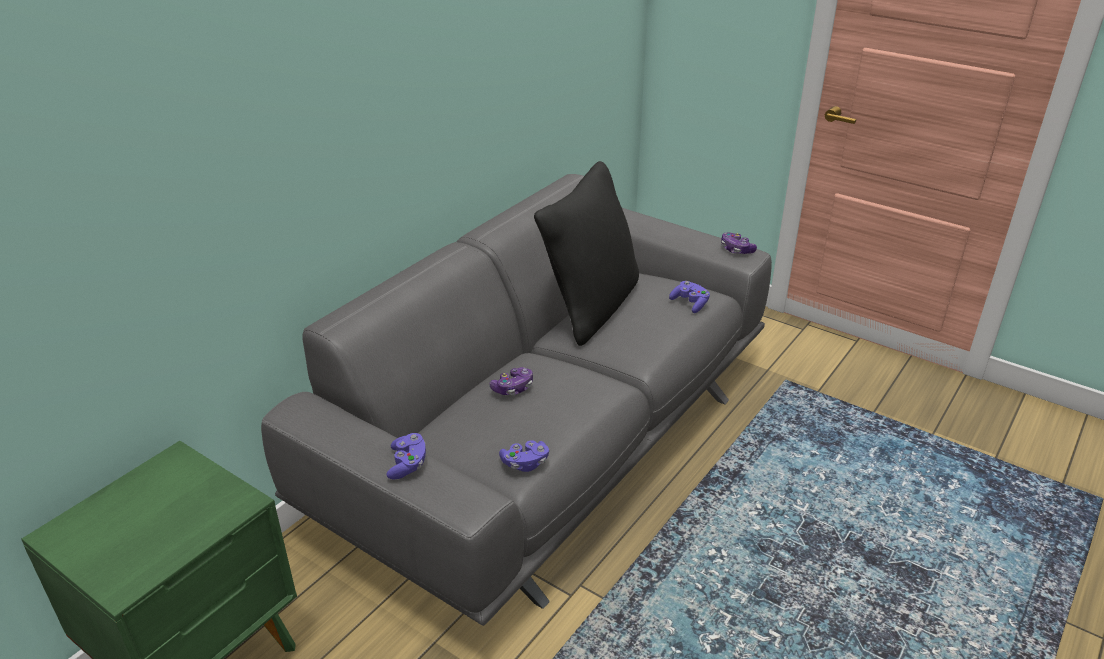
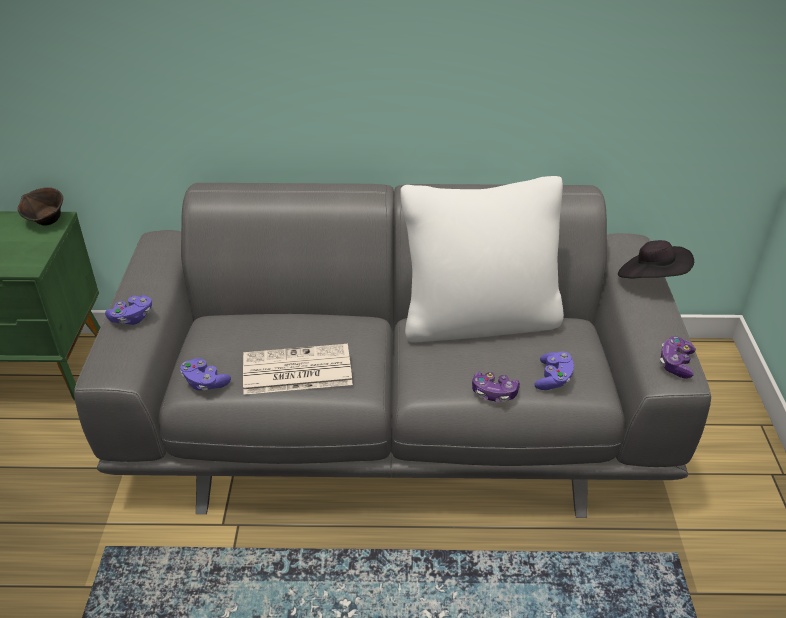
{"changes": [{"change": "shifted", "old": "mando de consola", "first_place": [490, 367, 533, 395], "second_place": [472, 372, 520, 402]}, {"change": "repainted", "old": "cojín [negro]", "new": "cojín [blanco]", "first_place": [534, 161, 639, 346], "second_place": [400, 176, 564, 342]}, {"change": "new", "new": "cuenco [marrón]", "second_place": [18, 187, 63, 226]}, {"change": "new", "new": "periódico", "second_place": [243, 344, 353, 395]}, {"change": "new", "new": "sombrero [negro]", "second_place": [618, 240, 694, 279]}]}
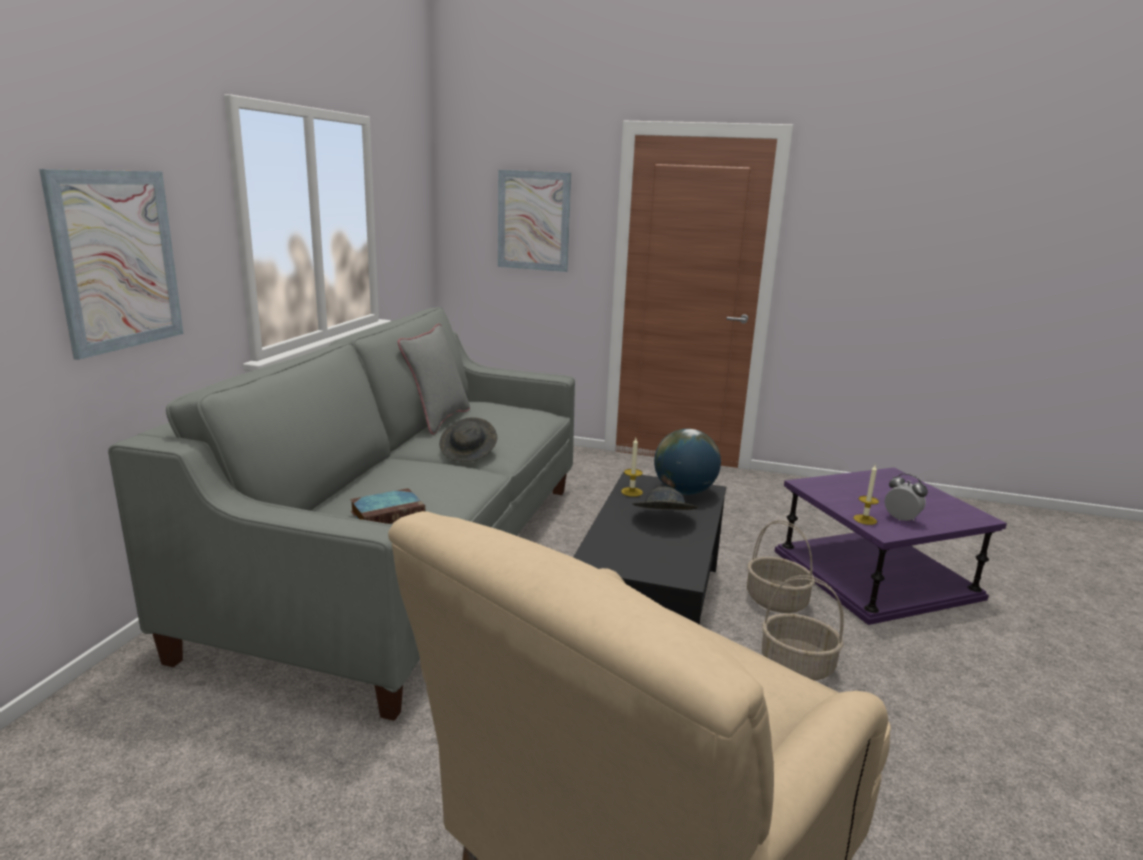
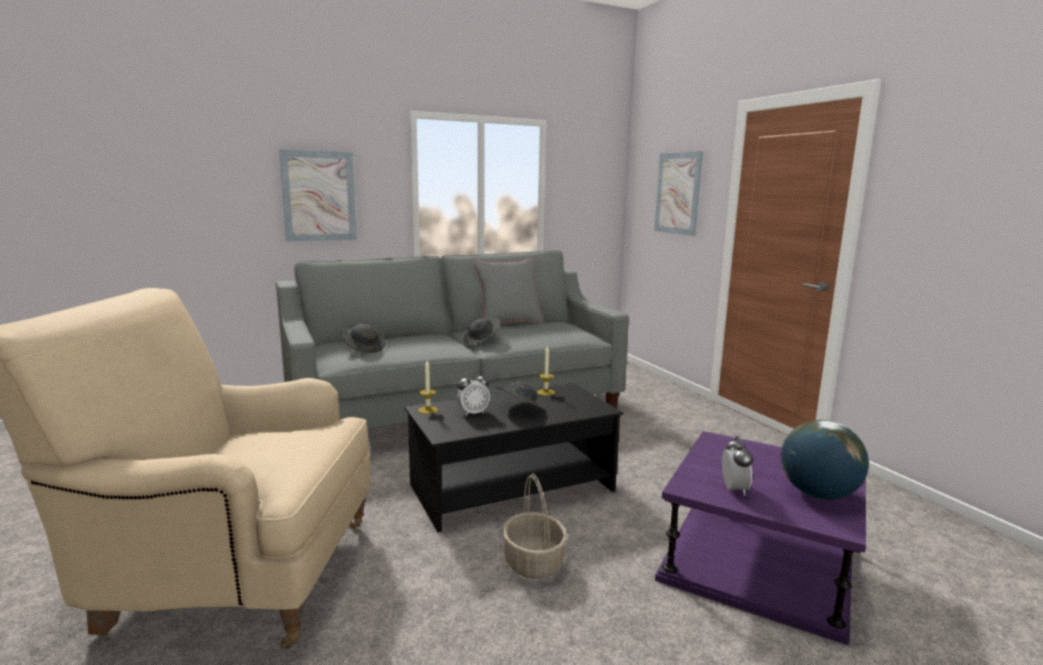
{"changes": [{"change": "swapped", "old": "libro", "new": "sombrero [gris]", "first_place": [350, 488, 425, 524], "second_place": [341, 323, 386, 353]}, {"change": "shifted", "old": "globo terráqueo", "first_place": [654, 429, 721, 495], "second_place": [781, 420, 869, 500]}, {"change": "gone", "old": "cesta", "first_place": [747, 520, 815, 613]}, {"change": "shifted", "old": "vela", "first_place": [853, 465, 879, 525], "second_place": [418, 361, 438, 414]}, {"change": "new", "new": "despertador", "second_place": [456, 371, 490, 416]}]}
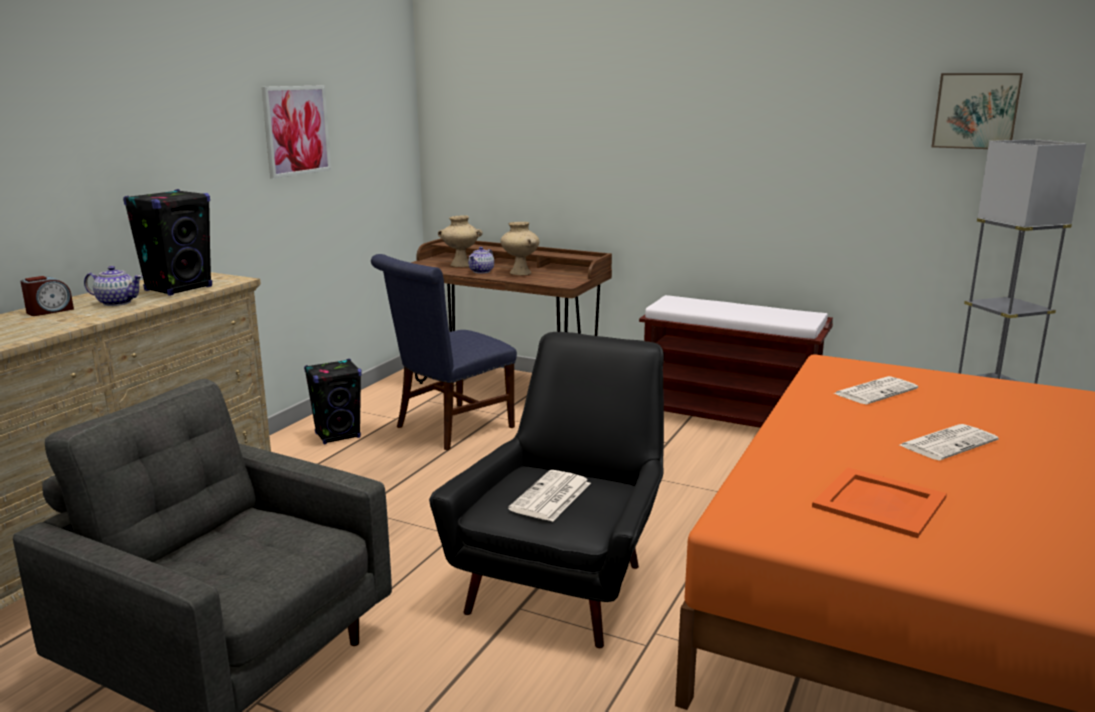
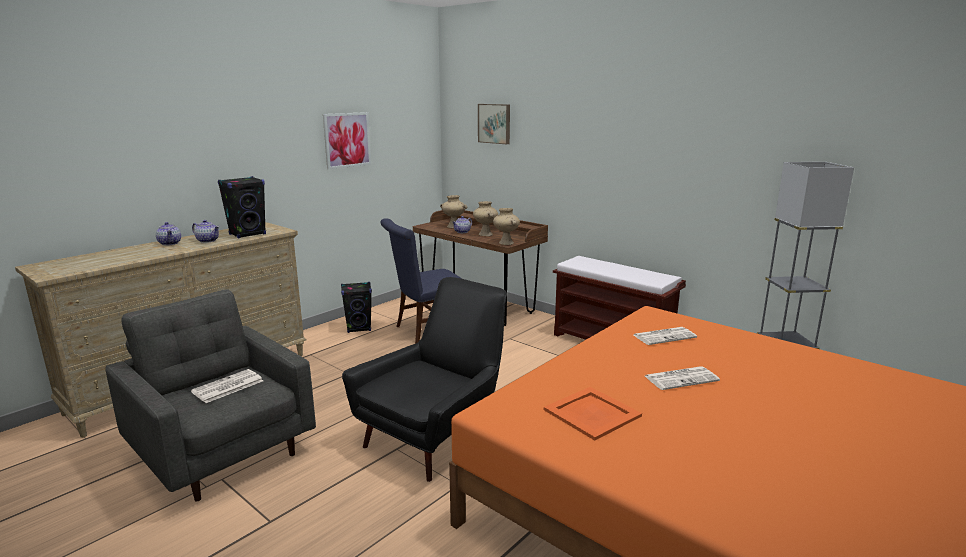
{"changes": [{"change": "swapped", "old": "despertador", "new": "tetera", "first_place": [20, 276, 74, 316], "second_place": [156, 222, 181, 245]}, {"change": "shifted", "old": "periódico", "first_place": [508, 470, 591, 522], "second_place": [191, 369, 263, 403]}, {"change": "shifted", "old": "cuadro", "first_place": [932, 73, 1023, 149], "second_place": [478, 104, 510, 144]}, {"change": "new", "new": "florero [beis]", "second_place": [493, 208, 520, 245]}]}
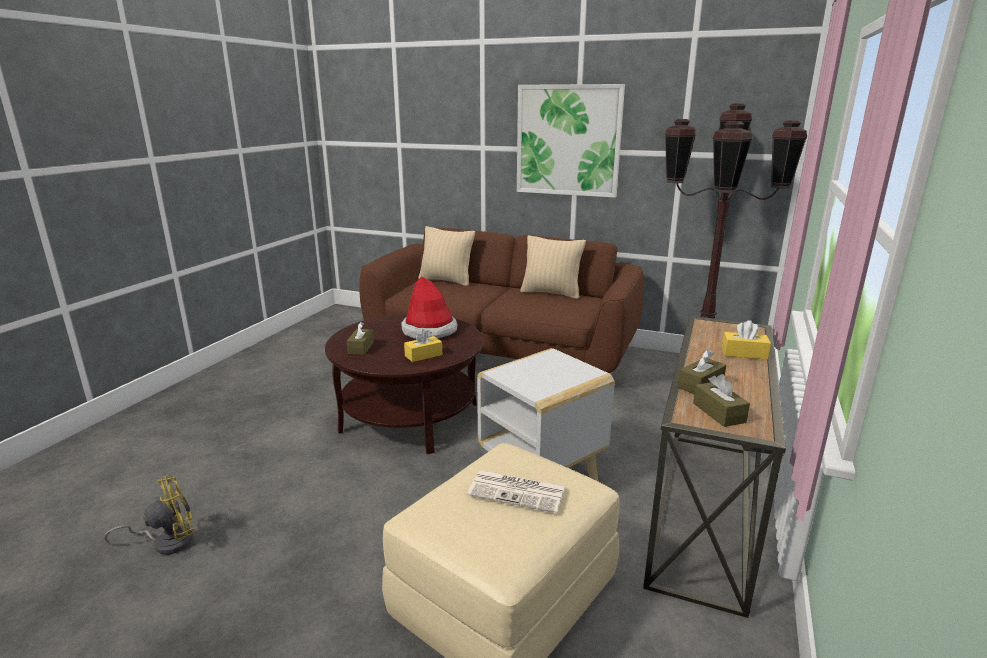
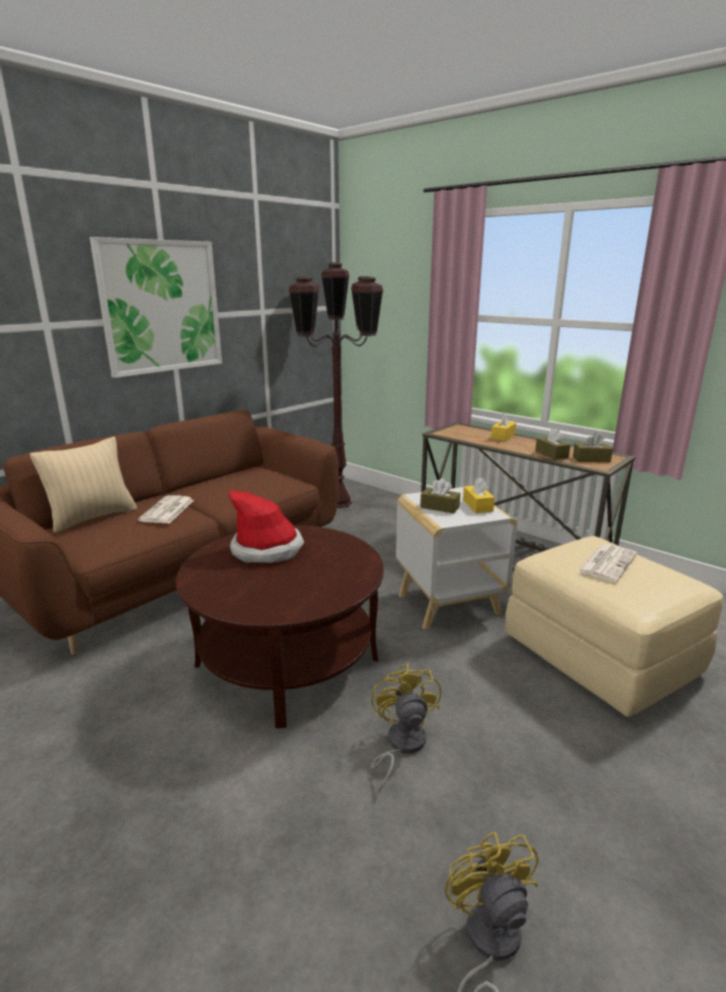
{"changes": [{"change": "shifted", "old": "caja de pañuelos [marrón]", "first_place": [347, 322, 374, 355], "second_place": [420, 478, 460, 514]}, {"change": "shifted", "old": "caja de pañuelos [amarillo]", "first_place": [404, 329, 442, 362], "second_place": [463, 478, 495, 513]}, {"change": "gone", "old": "cojín [beis]", "first_place": [520, 235, 586, 299]}, {"change": "new", "new": "periódico", "second_place": [138, 495, 194, 524]}, {"change": "new", "new": "ventilador [amarillo]", "second_place": [371, 664, 441, 792]}]}
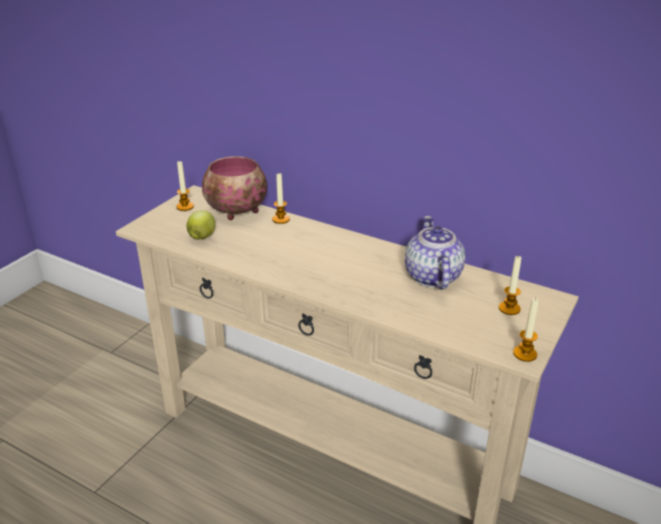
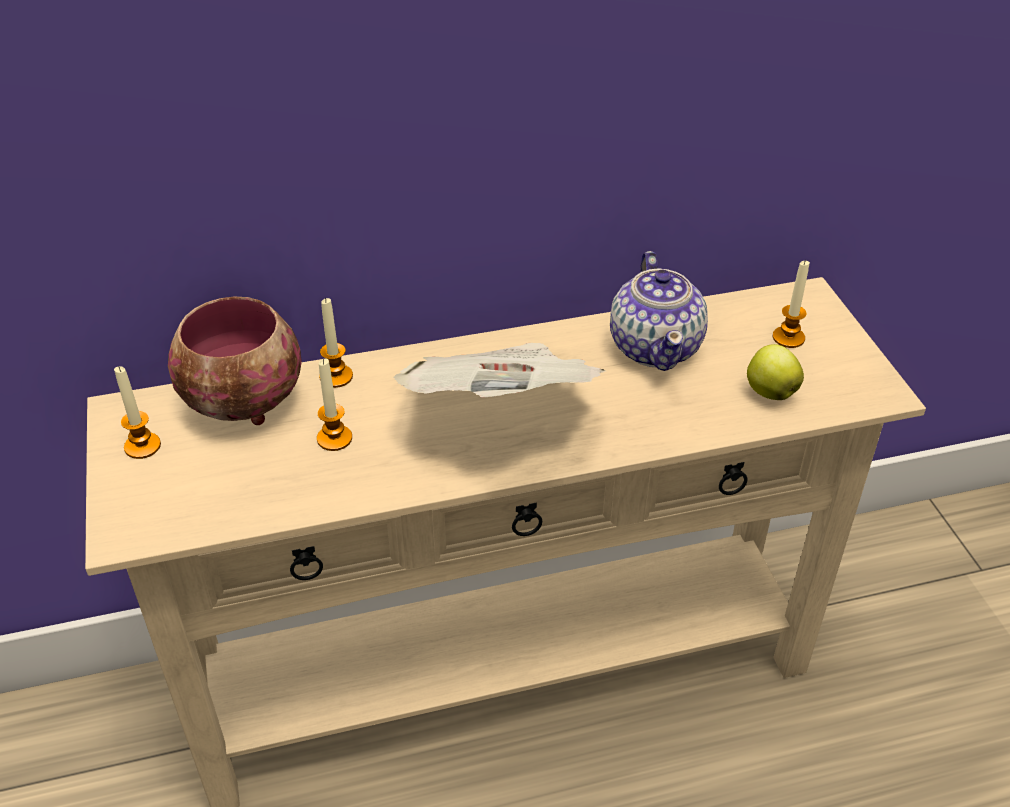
{"changes": [{"change": "shifted", "old": "manzana", "first_place": [187, 211, 215, 240], "second_place": [747, 344, 804, 400]}, {"change": "rotated", "old": "tetera", "first_place": [405, 216, 465, 290], "second_place": [610, 251, 708, 371], "degrees": -135}, {"change": "shifted", "old": "vela", "first_place": [513, 298, 539, 362], "second_place": [317, 359, 352, 451]}, {"change": "new", "new": "periódico", "second_place": [394, 343, 606, 398]}]}
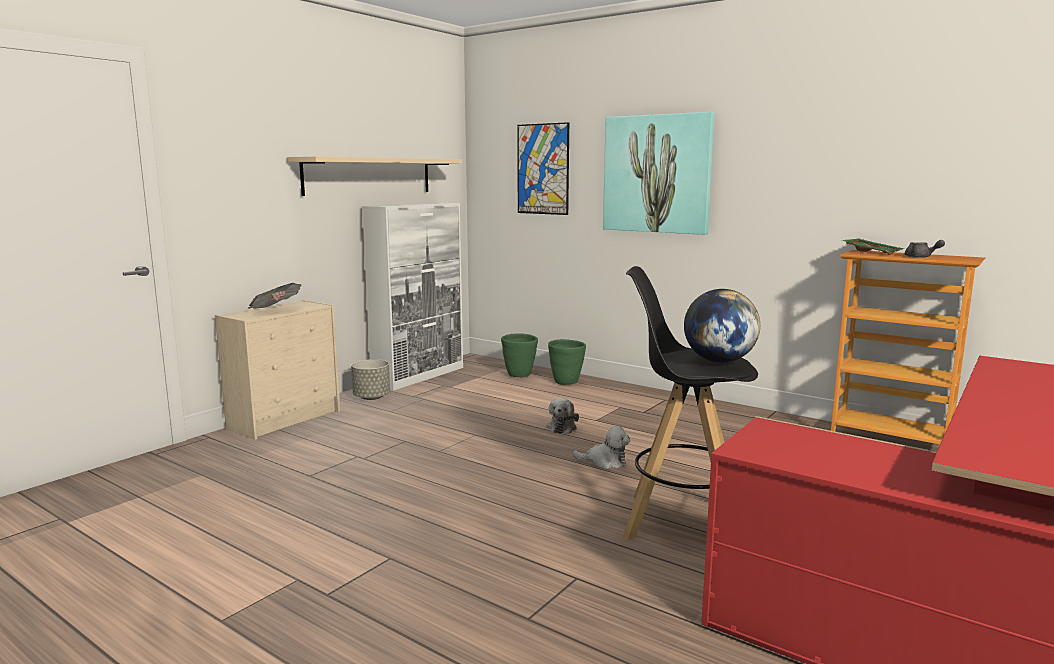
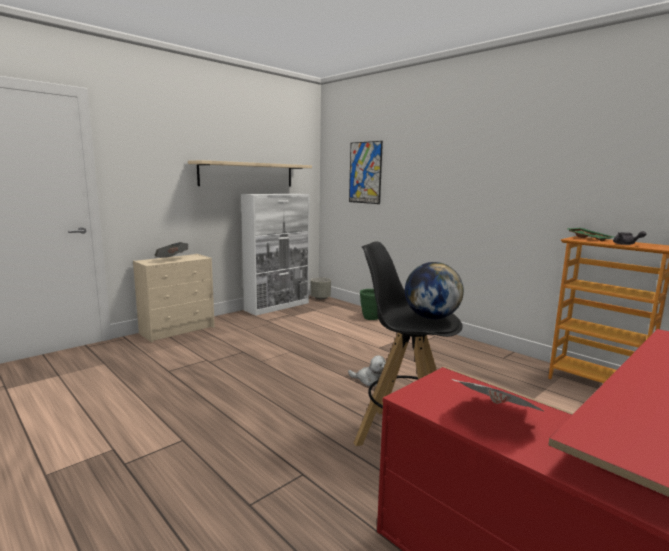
{"changes": [{"change": "shifted", "old": "maceta [gris]", "first_place": [351, 359, 390, 400], "second_place": [311, 277, 331, 299]}, {"change": "gone", "old": "maceta [verde]", "first_place": [501, 333, 538, 377]}, {"change": "gone", "old": "peluche", "first_place": [546, 398, 579, 434]}, {"change": "gone", "old": "cuadro", "first_place": [603, 112, 715, 235]}, {"change": "new", "new": "periódico", "second_place": [452, 379, 543, 411]}]}
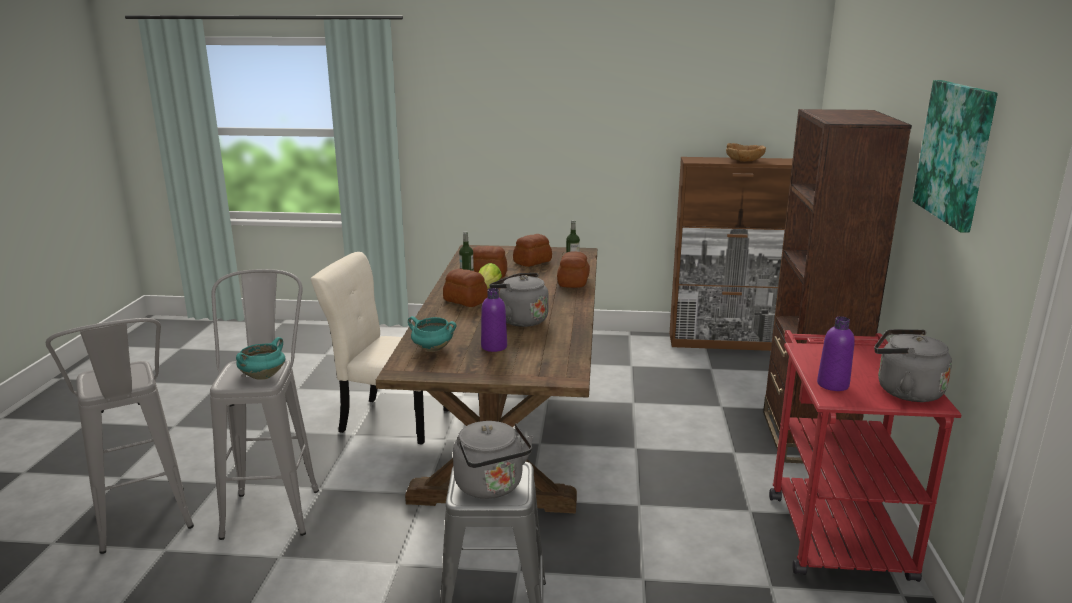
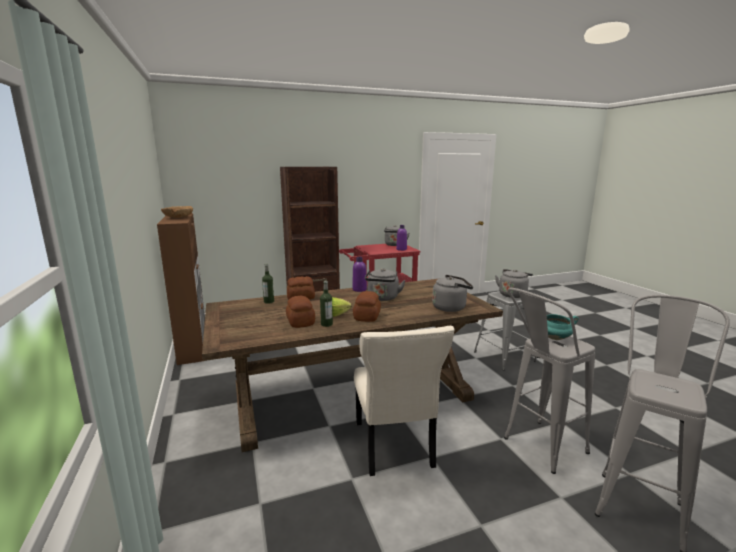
{"changes": [{"change": "swapped", "old": "olla [turquesa]", "new": "hervidor [gris]", "first_place": [408, 316, 456, 352], "second_place": [432, 275, 473, 312]}, {"change": "shifted", "old": "botella [morado]", "first_place": [481, 288, 507, 352], "second_place": [352, 257, 367, 292]}, {"change": "gone", "old": "pan", "first_place": [513, 234, 552, 267]}, {"change": "gone", "old": "cuadro", "first_place": [913, 80, 998, 233]}]}
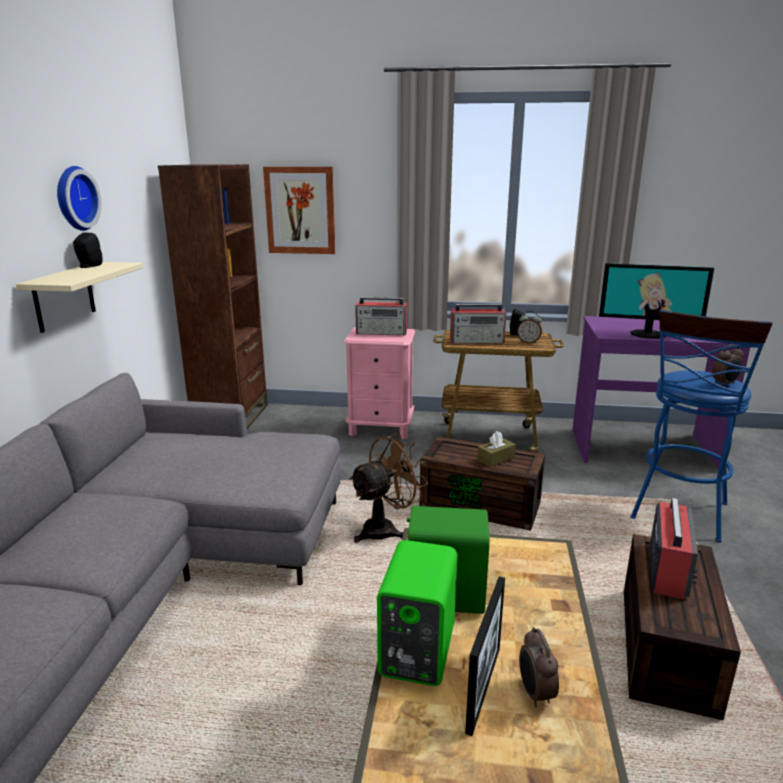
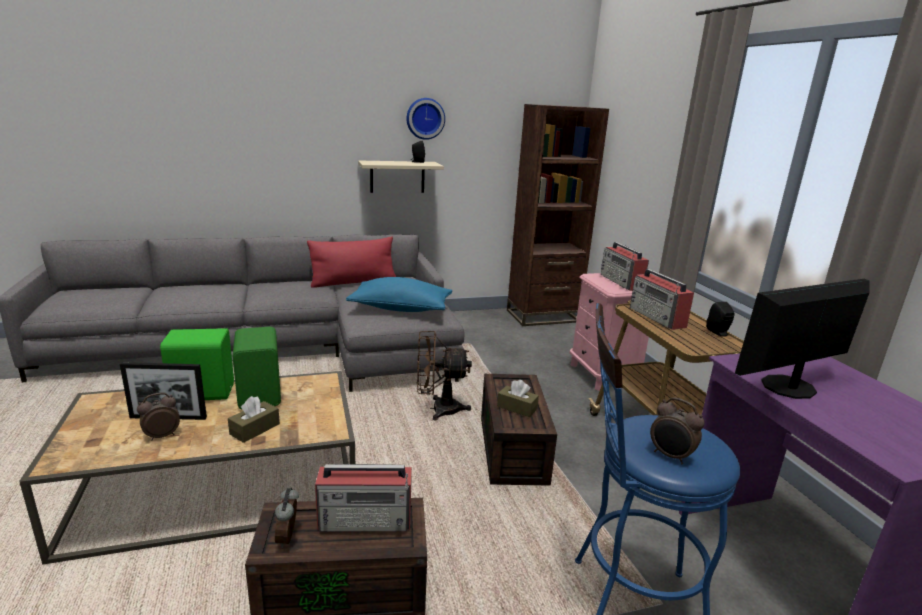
{"changes": [{"change": "gone", "old": "cuadro", "first_place": [263, 167, 336, 254]}, {"change": "rotated", "old": "ventilador [marrón]", "first_place": [349, 433, 428, 543], "second_place": [417, 331, 472, 421], "degrees": 150}, {"change": "shifted", "old": "despertador", "first_place": [517, 311, 542, 344], "second_place": [275, 487, 299, 548]}, {"change": "rotated", "old": "monitor", "first_place": [599, 263, 714, 339], "second_place": [735, 279, 869, 399], "degrees": 75}, {"change": "new", "new": "caja de pañuelos [marrón]", "second_place": [228, 396, 280, 443]}, {"change": "new", "new": "cojín [rojo]", "second_place": [307, 237, 396, 287]}, {"change": "new", "new": "cojín [azul]", "second_place": [346, 277, 452, 312]}]}
